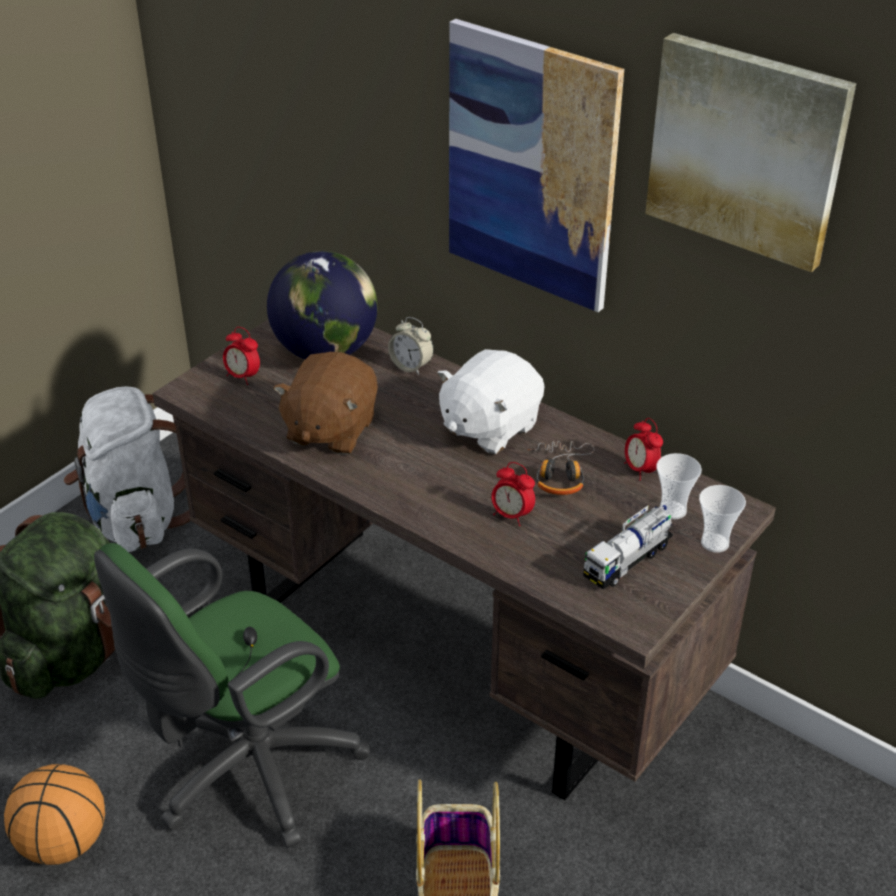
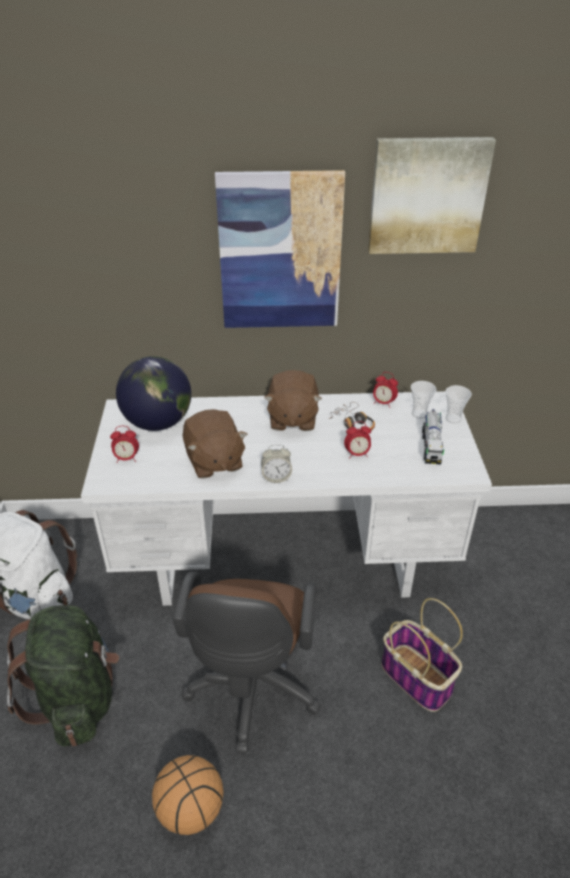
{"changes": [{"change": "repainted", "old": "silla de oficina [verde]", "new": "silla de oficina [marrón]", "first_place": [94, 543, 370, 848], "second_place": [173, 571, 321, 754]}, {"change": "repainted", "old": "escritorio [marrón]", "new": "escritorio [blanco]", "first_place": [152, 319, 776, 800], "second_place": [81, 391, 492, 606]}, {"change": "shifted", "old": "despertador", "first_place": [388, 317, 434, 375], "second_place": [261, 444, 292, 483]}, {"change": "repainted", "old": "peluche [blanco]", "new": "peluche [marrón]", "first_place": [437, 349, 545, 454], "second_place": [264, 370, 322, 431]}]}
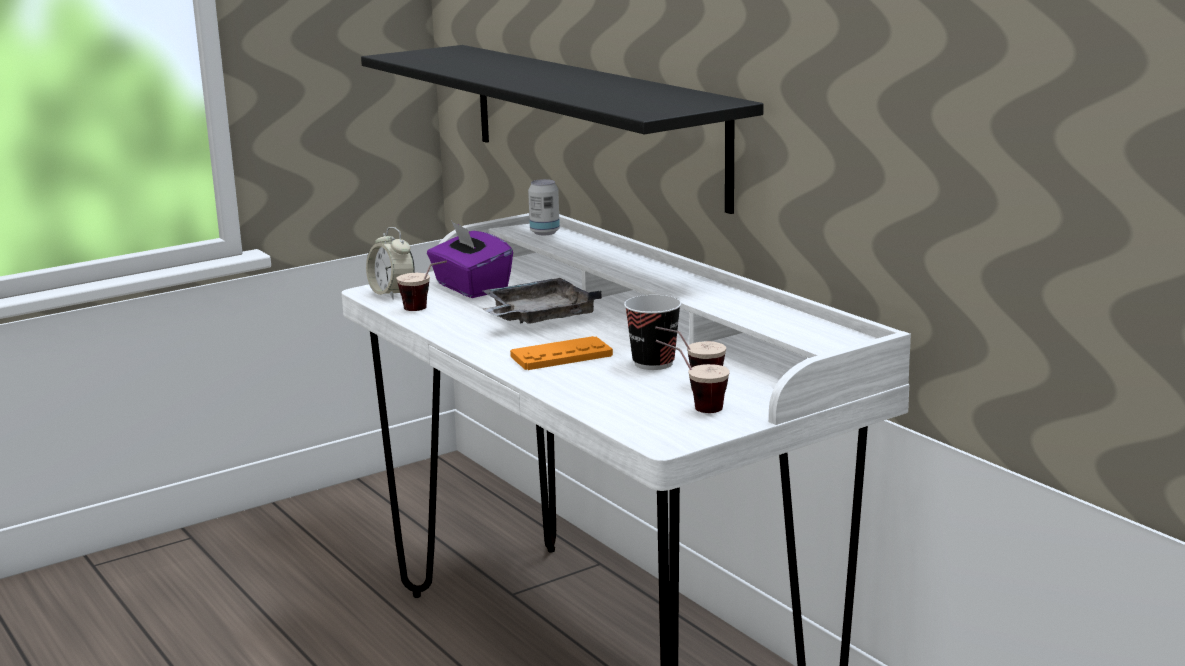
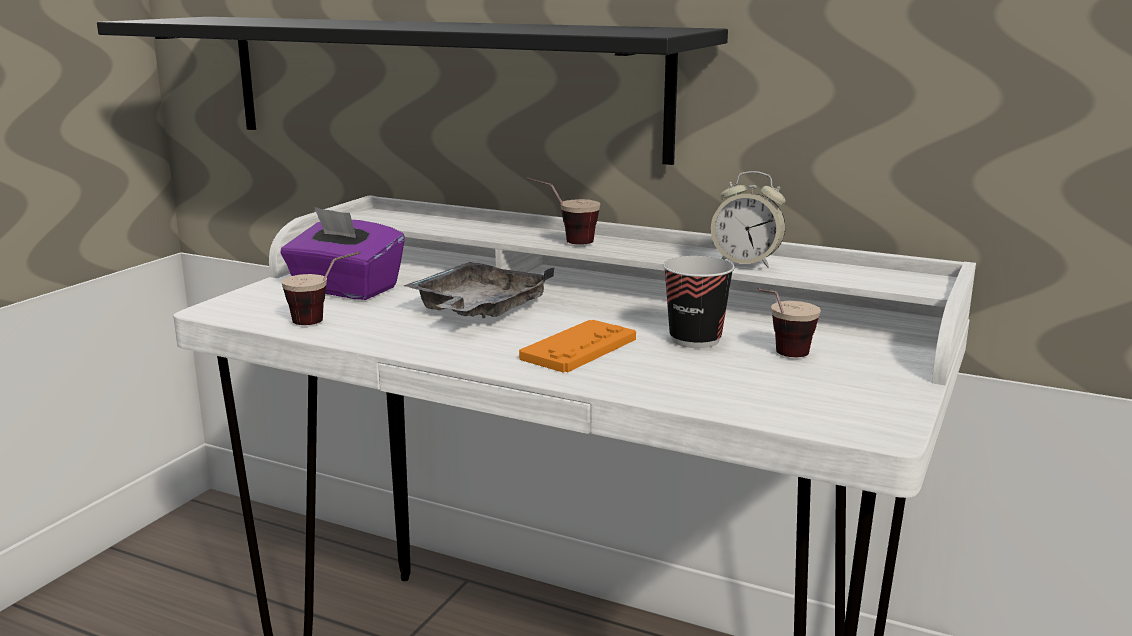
{"changes": [{"change": "shifted", "old": "despertador", "first_place": [366, 227, 415, 299], "second_place": [711, 171, 786, 268]}, {"change": "gone", "old": "lata", "first_place": [528, 179, 560, 235]}, {"change": "shifted", "old": "taza", "first_place": [656, 340, 730, 413], "second_place": [527, 178, 600, 245]}]}
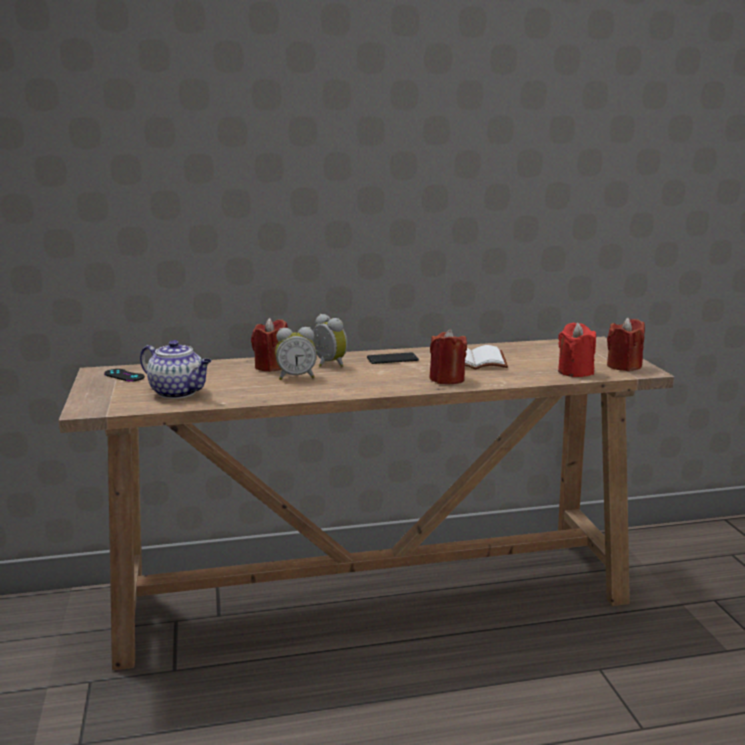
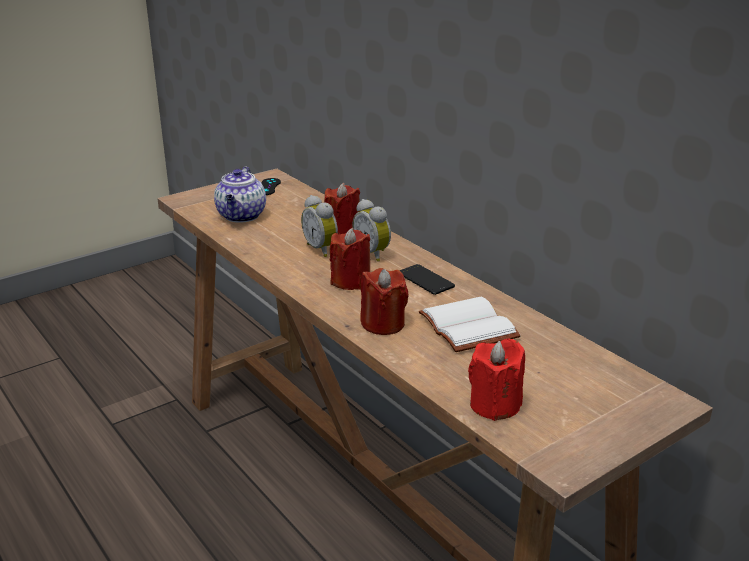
{"changes": [{"change": "rotated", "old": "despertador", "first_place": [312, 314, 348, 367], "second_place": [352, 199, 391, 262], "degrees": 120}, {"change": "shifted", "old": "vela [rojo]", "first_place": [607, 317, 645, 371], "second_place": [330, 228, 370, 290]}]}
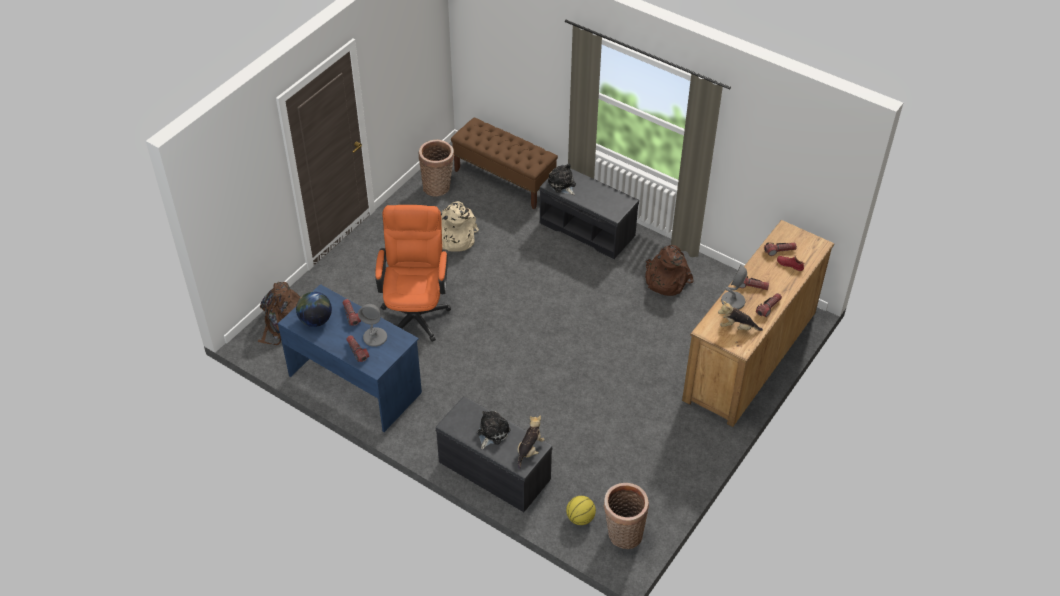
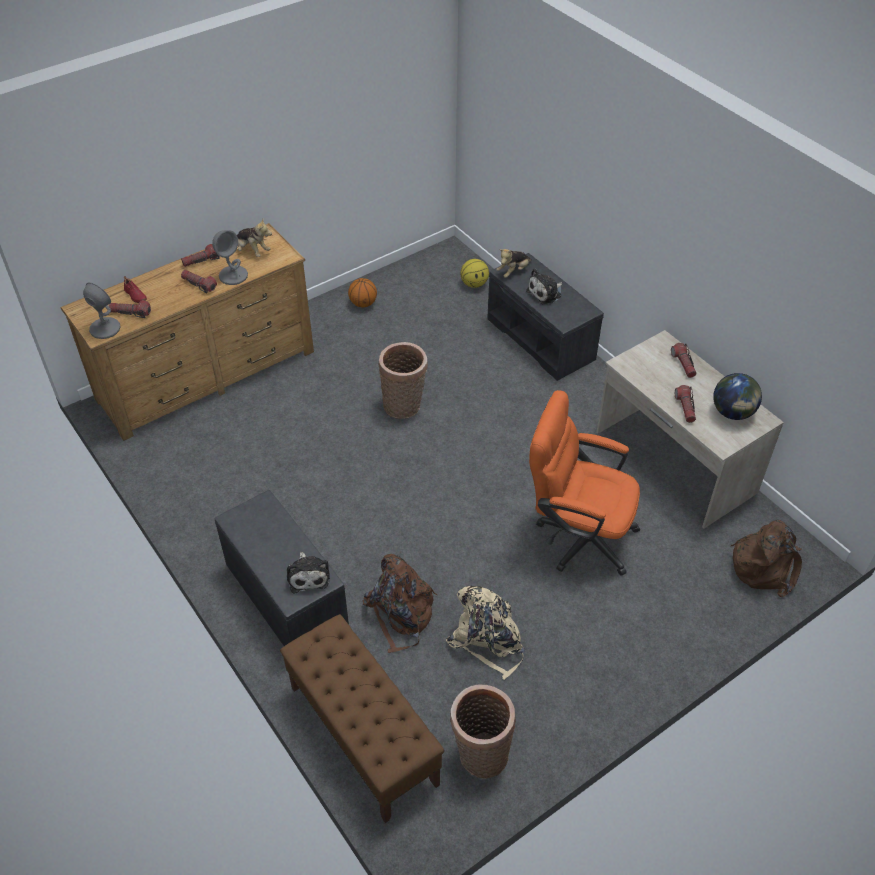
{"changes": [{"change": "repainted", "old": "escritorio [azul]", "new": "escritorio [beis]", "first_place": [278, 284, 422, 432], "second_place": [596, 330, 784, 528]}, {"change": "shifted", "old": "lámpara de mesa [gris]", "first_place": [358, 304, 387, 347], "second_place": [83, 283, 121, 339]}, {"change": "rotated", "old": "silla de oficina [naranja]", "first_place": [375, 205, 451, 342], "second_place": [529, 390, 640, 576], "degrees": 90}, {"change": "shifted", "old": "cesta", "first_place": [603, 483, 649, 549], "second_place": [378, 342, 428, 419]}, {"change": "shifted", "old": "mochila [marrón]", "first_place": [645, 245, 694, 296], "second_place": [363, 554, 437, 653]}, {"change": "new", "new": "balón de baloncesto", "second_place": [348, 278, 377, 307]}]}
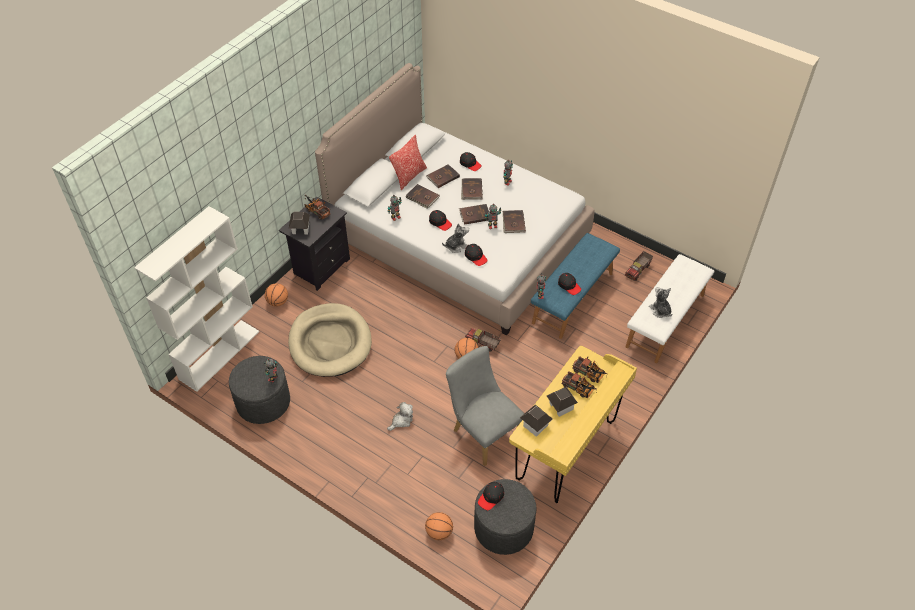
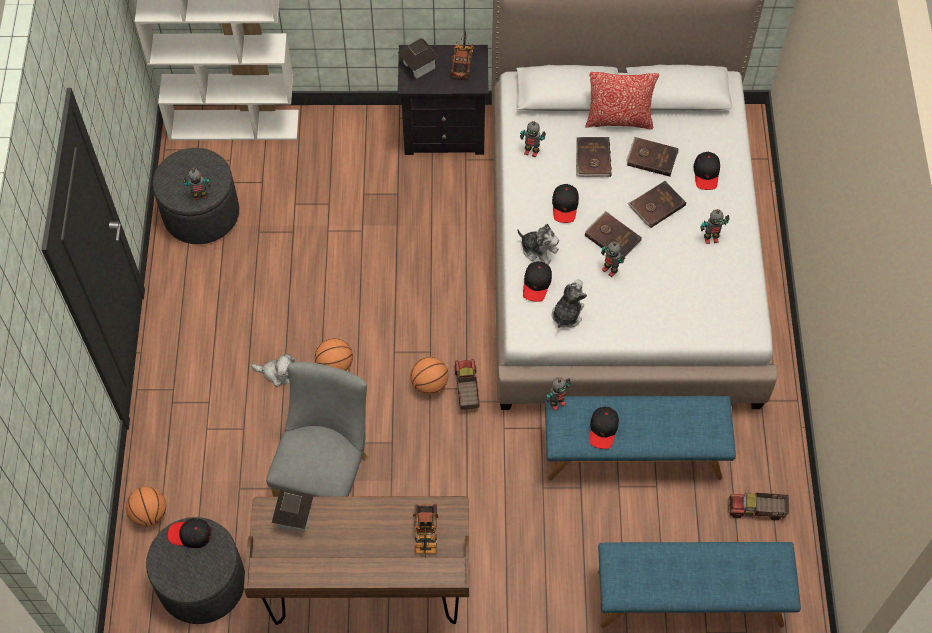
{"changes": [{"change": "shifted", "old": "balón de baloncesto", "first_place": [265, 283, 288, 307], "second_place": [315, 338, 353, 371]}, {"change": "gone", "old": "cama para perro [beis]", "first_place": [288, 303, 372, 377]}, {"change": "gone", "old": "libro [marrón]", "first_place": [503, 210, 526, 233]}, {"change": "repainted", "old": "escritorio [amarillo]", "new": "escritorio [marrón]", "first_place": [509, 346, 637, 503], "second_place": [244, 496, 469, 625]}, {"change": "gone", "old": "casita", "first_place": [547, 387, 578, 417]}, {"change": "gone", "old": "camión de juguete", "first_place": [562, 371, 597, 398]}, {"change": "repainted", "old": "banco [blanco]", "new": "banco [azul]", "first_place": [625, 254, 714, 363], "second_place": [598, 542, 801, 628]}, {"change": "shifted", "old": "peluche", "first_place": [649, 287, 673, 318], "second_place": [552, 280, 587, 328]}]}
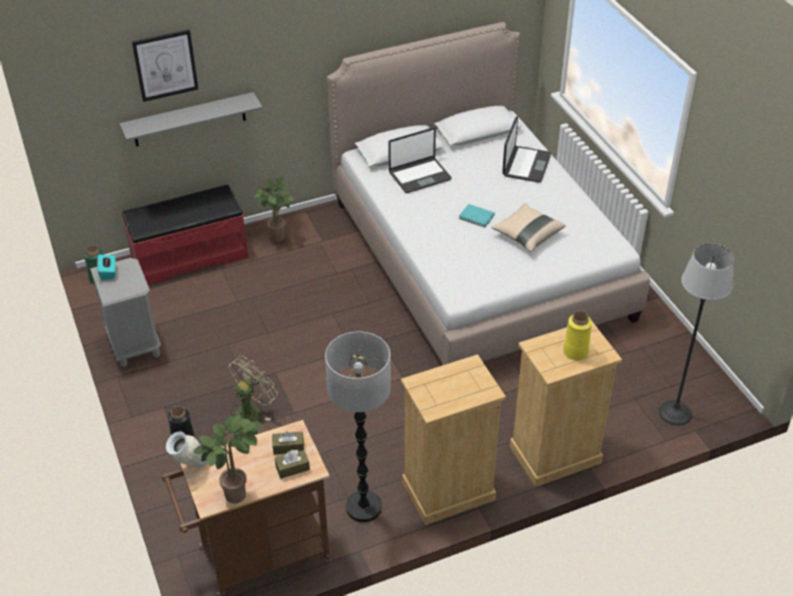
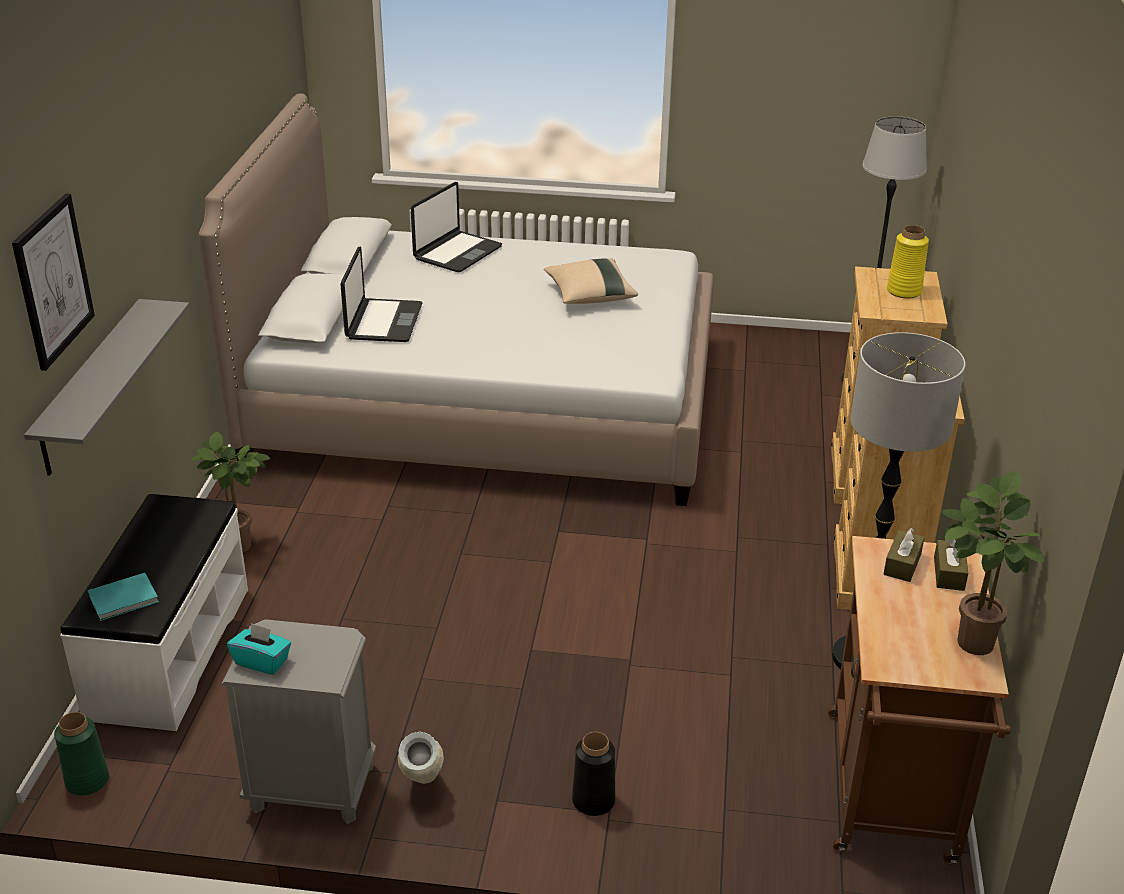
{"changes": [{"change": "repainted", "old": "banco [rojo]", "new": "banco [blanco]", "first_place": [122, 184, 248, 285], "second_place": [60, 494, 248, 731]}, {"change": "shifted", "old": "florero", "first_place": [166, 431, 207, 468], "second_place": [398, 732, 444, 784]}, {"change": "gone", "old": "ventilador [beis]", "first_place": [228, 356, 278, 423]}, {"change": "shifted", "old": "libro [turquesa]", "first_place": [459, 204, 495, 228], "second_place": [88, 573, 159, 621]}, {"change": "rotated", "old": "portátil", "first_place": [502, 116, 551, 183], "second_place": [411, 182, 502, 272], "degrees": 75}]}
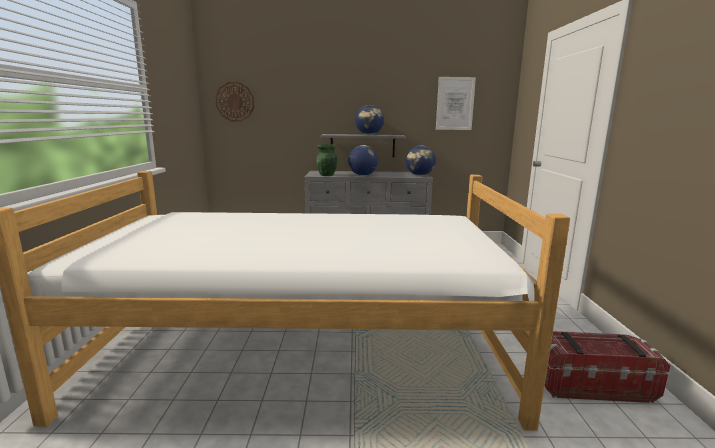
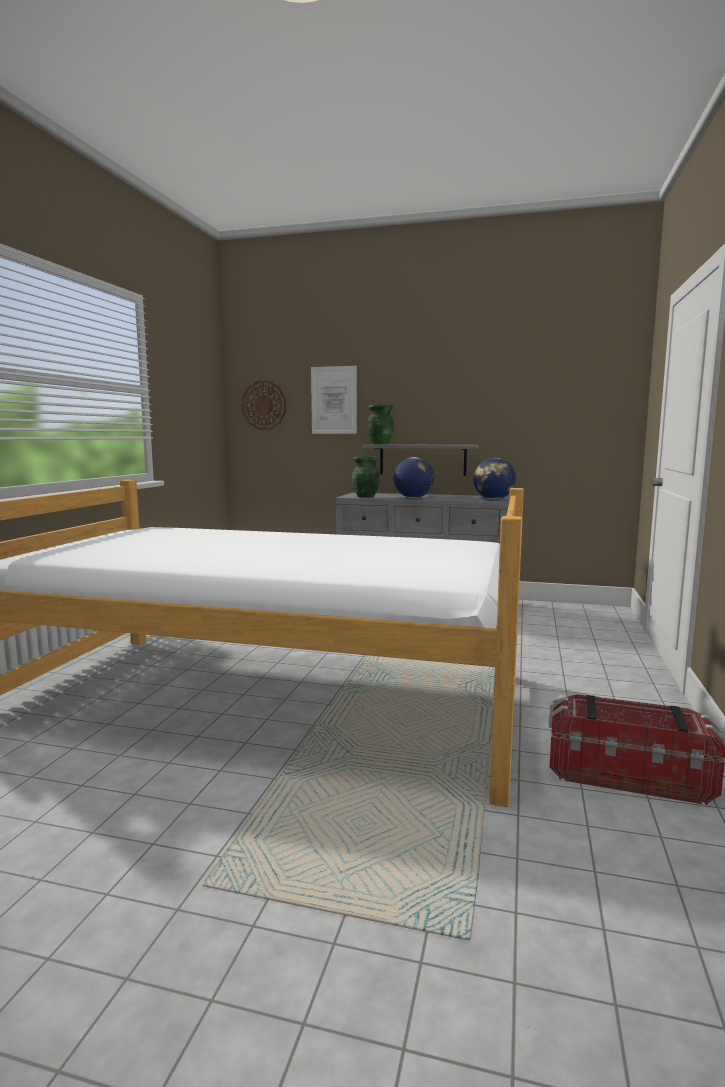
{"changes": [{"change": "gone", "old": "globo terráqueo", "first_place": [355, 105, 384, 135]}, {"change": "shifted", "old": "cuadro", "first_place": [436, 77, 476, 130], "second_place": [311, 366, 357, 434]}, {"change": "new", "new": "florero [verde]", "second_place": [367, 405, 394, 445]}]}
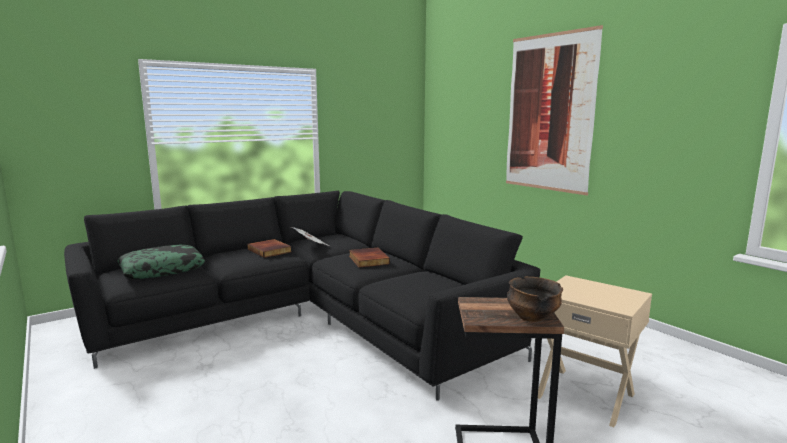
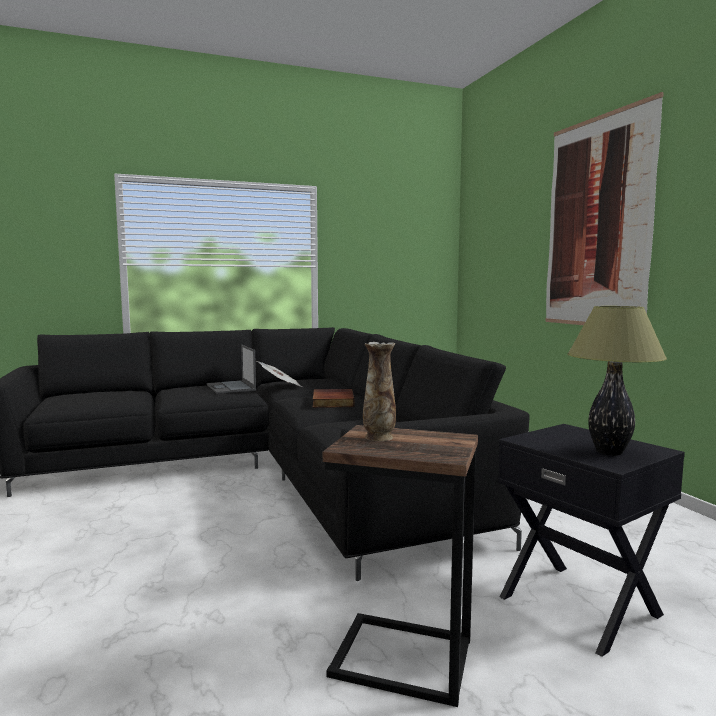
{"changes": [{"change": "gone", "old": "cojín", "first_place": [118, 245, 205, 279]}, {"change": "swapped", "old": "libro", "new": "portátil", "first_place": [247, 239, 291, 258], "second_place": [207, 345, 256, 394]}, {"change": "gone", "old": "cuenco", "first_place": [507, 277, 563, 322]}, {"change": "repainted", "old": "mesa auxiliar [beis]", "new": "mesa auxiliar [negro]", "first_place": [538, 275, 652, 428], "second_place": [498, 424, 685, 657]}, {"change": "new", "new": "florero", "second_place": [363, 342, 396, 441]}, {"change": "new", "new": "lámpara de mesa", "second_place": [568, 306, 667, 456]}]}
